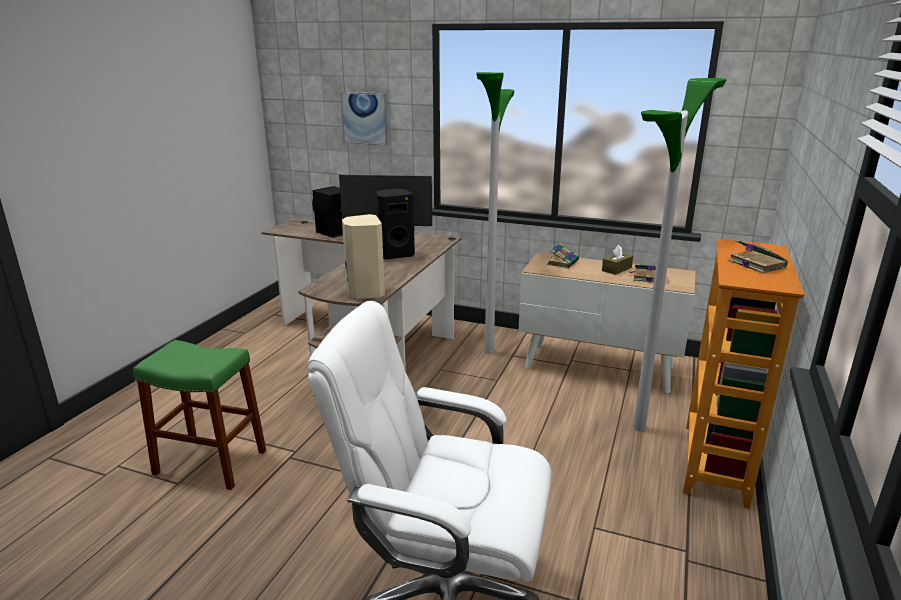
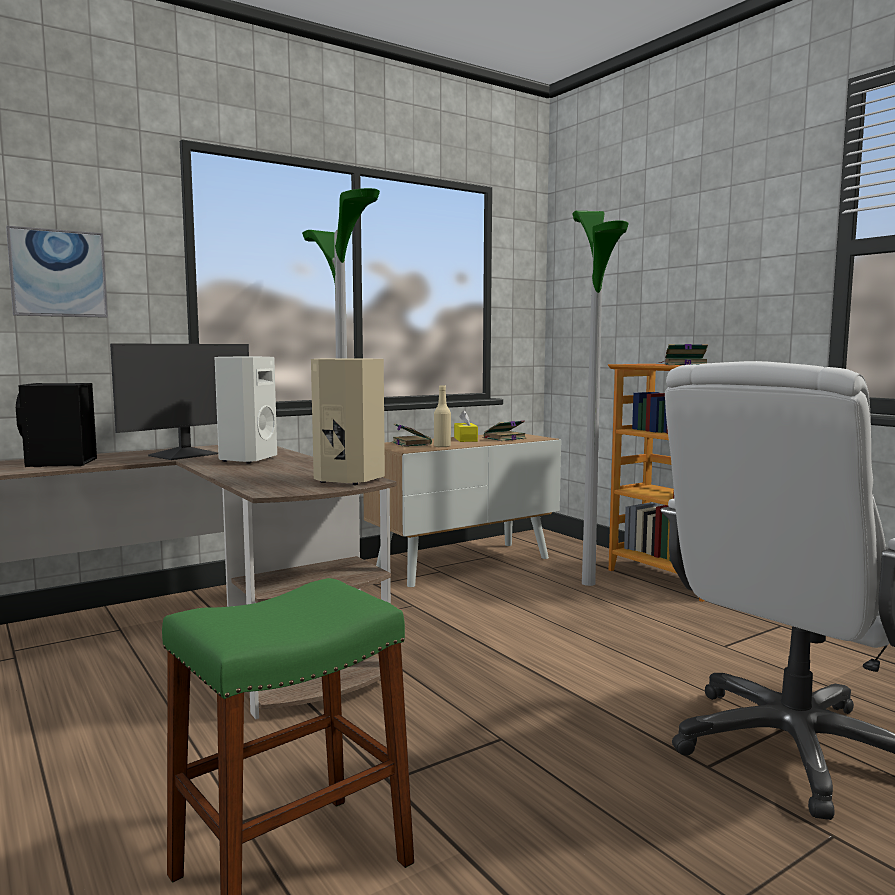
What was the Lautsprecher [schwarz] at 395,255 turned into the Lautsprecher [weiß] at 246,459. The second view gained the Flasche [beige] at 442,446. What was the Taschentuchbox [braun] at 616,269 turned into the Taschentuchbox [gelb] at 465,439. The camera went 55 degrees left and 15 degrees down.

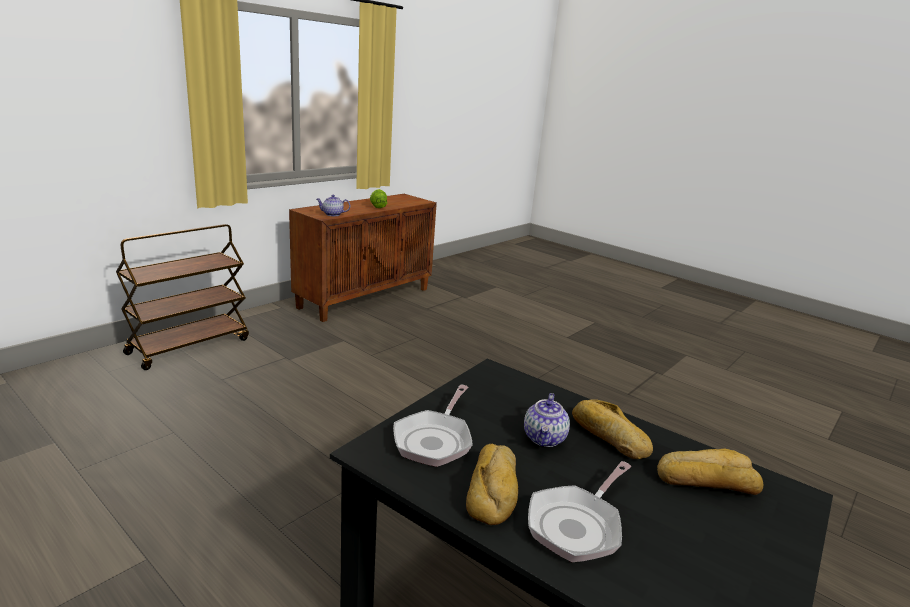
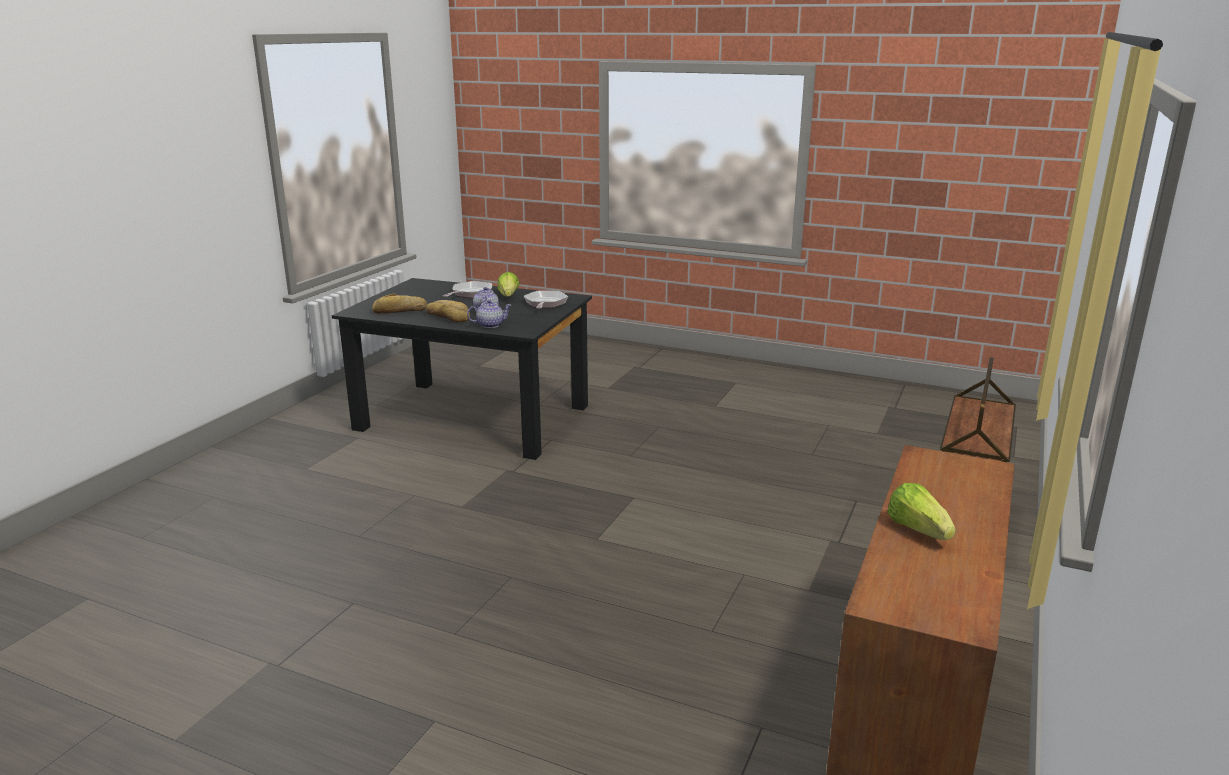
The Teekanne ended up elsewhere, having gone from 332,214 to 490,325. Where the Brot stood at 494,489, the Salatkopf came to stand at 508,296. The camera went 165 degrees right and 0 degrees up.

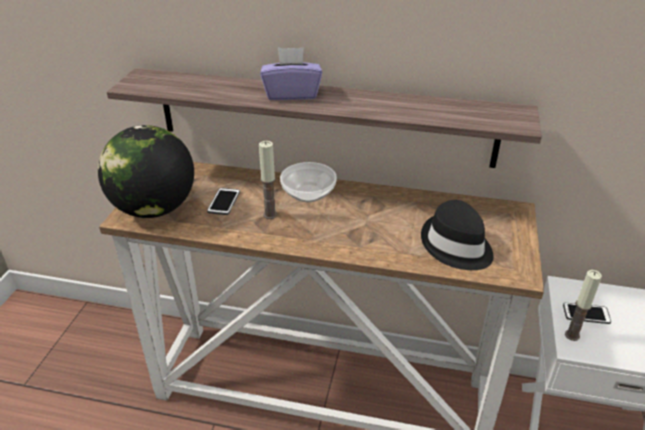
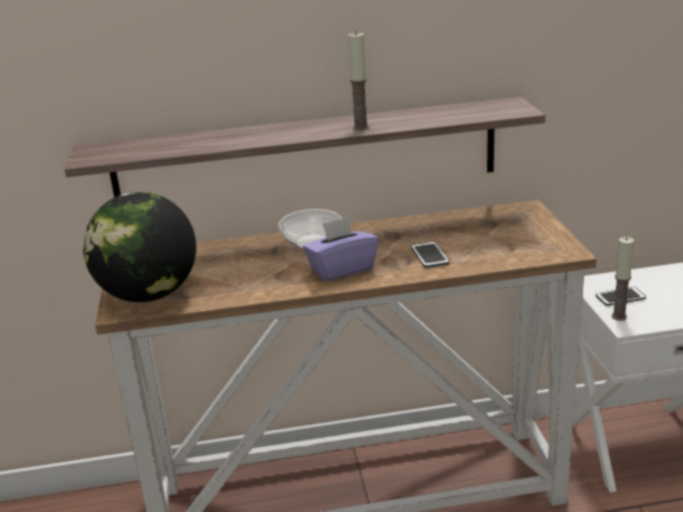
The Taschentuchbox [lila] ended up elsewhere, having gone from 291,94 to 341,269. The Kerze ended up elsewhere, having gone from 270,214 to 360,128. The Handy ended up elsewhere, having gone from 224,202 to 429,255. The second view lost the Hut [schwarz] at 456,246. The camera went 20 degrees left and 10 degrees down.

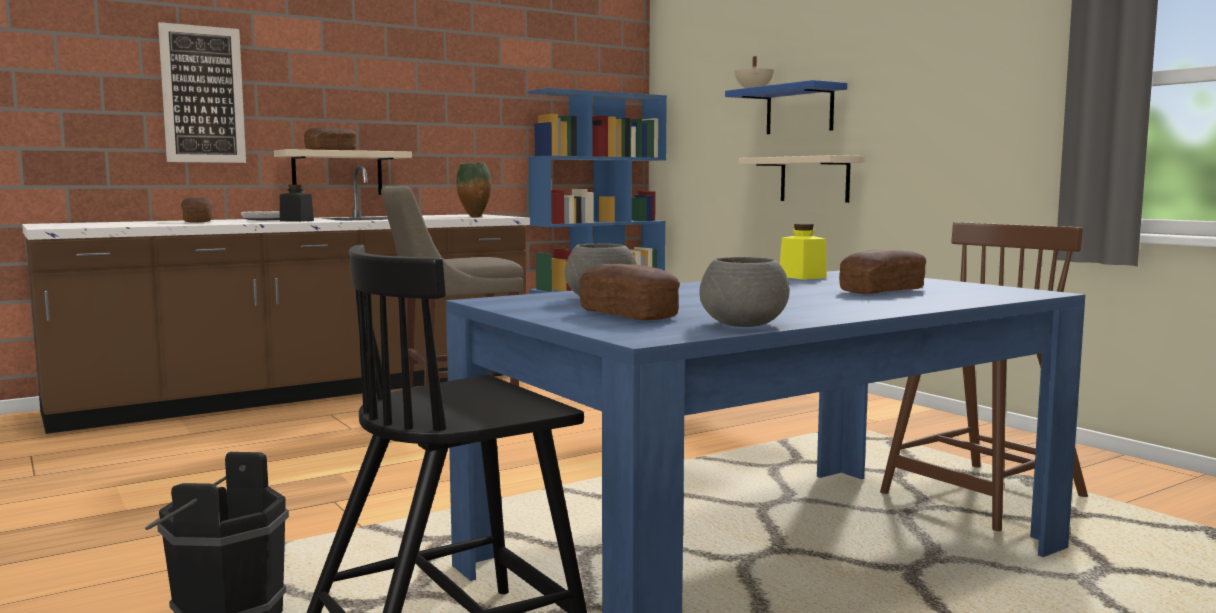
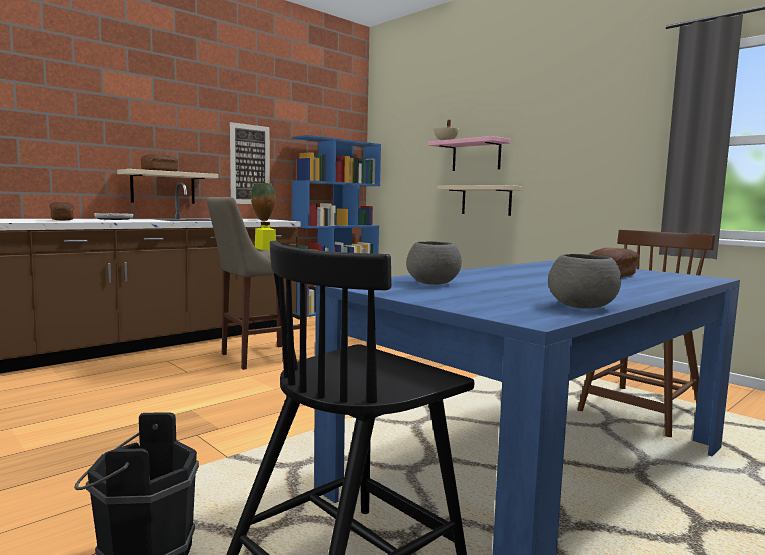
The Bild ended up elsewhere, having gone from 203,94 to 250,164. The Vorratsglas [gelb] ended up elsewhere, having gone from 802,277 to 265,248. What was the Wandregal [blau] at 799,110 turned into the Wandregal [rosa] at 476,155. The second view lost the Vorratsglas [schwarz] at 296,221. The second view lost the Brot at 627,315. The camera went 10 degrees left and 0 degrees up.

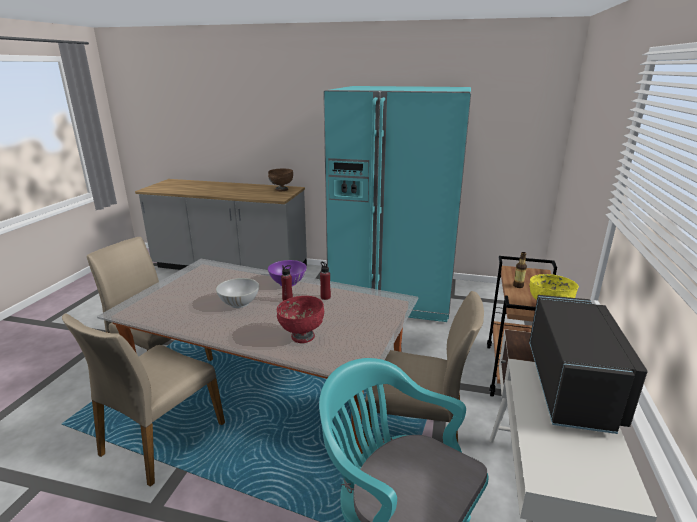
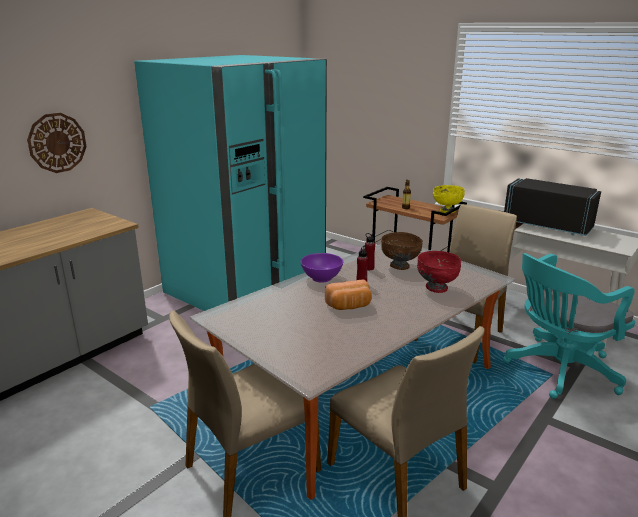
The second view gained the Wanduhr at 57,143. Where the Schüssel [weiß] stood at 239,303, the Brot came to stand at 349,306. The Schüssel [braun] ended up elsewhere, having gone from 281,190 to 400,266. The camera went 65 degrees left and 0 degrees up.

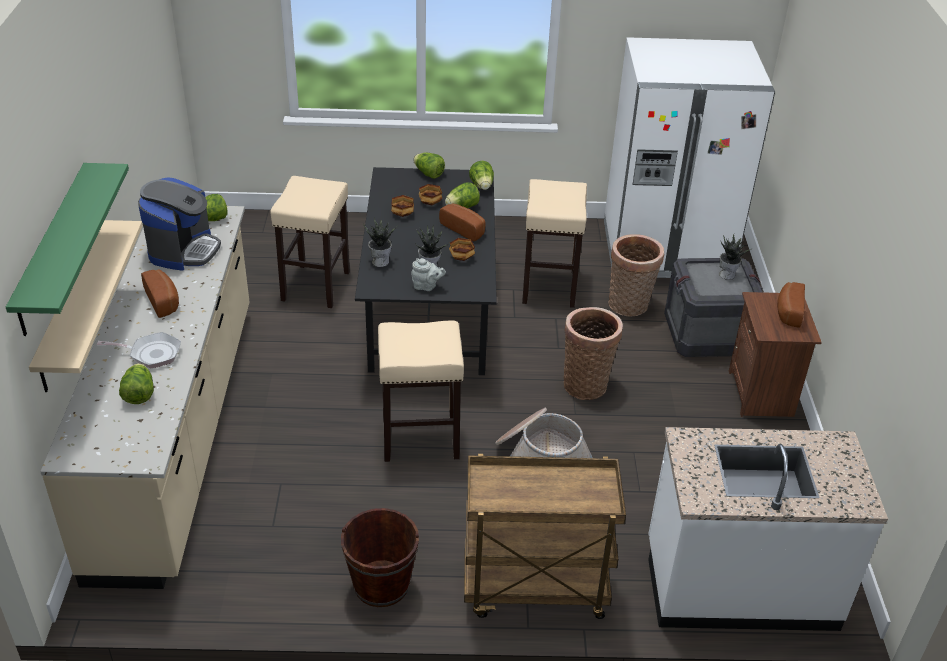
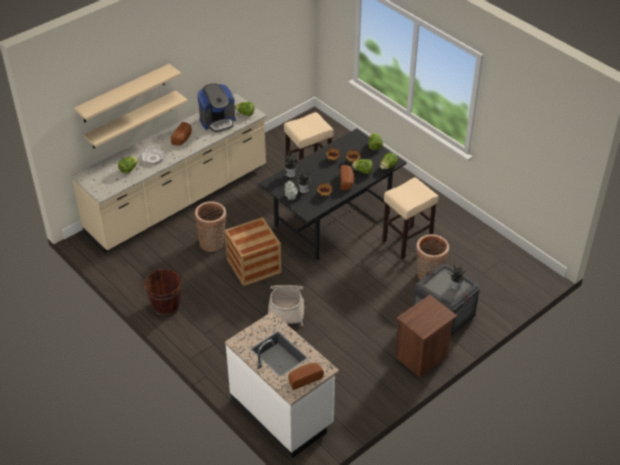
What was the Wandregal [grün] at 52,248 turned into the Wandregal [beige] at 123,93. The Korb ended up elsewhere, having gone from 586,383 to 213,243. Where the Hocker [beige] stood at 419,439, the Kiste came to stand at 253,266. The Brot ended up elsewhere, having gone from 787,312 to 304,379. The second view lost the Rollwagen [braun] at 533,589. The second view lost the Kühlschrank [weiß] at 666,251. The camera went 50 degrees right and 5 degrees up.

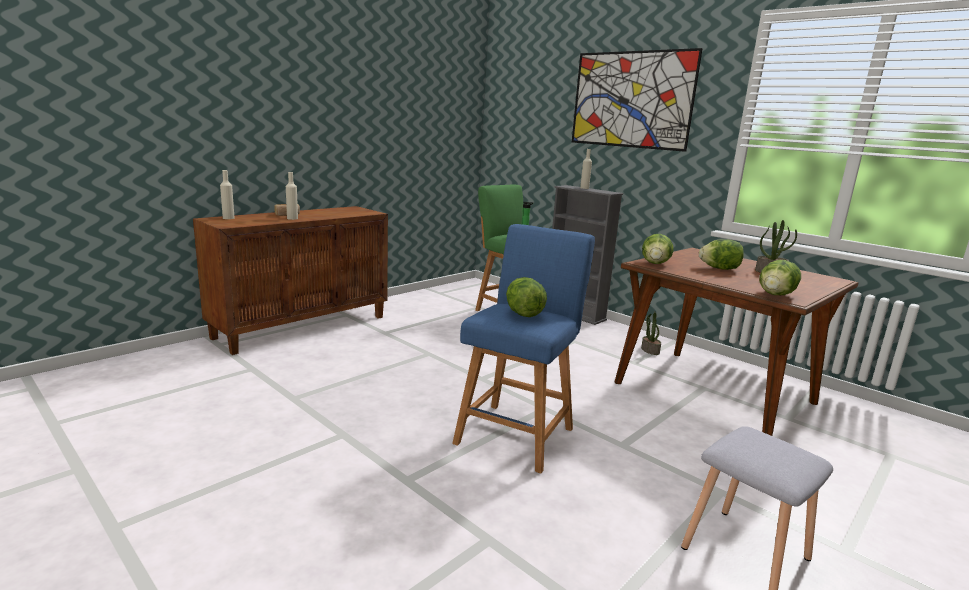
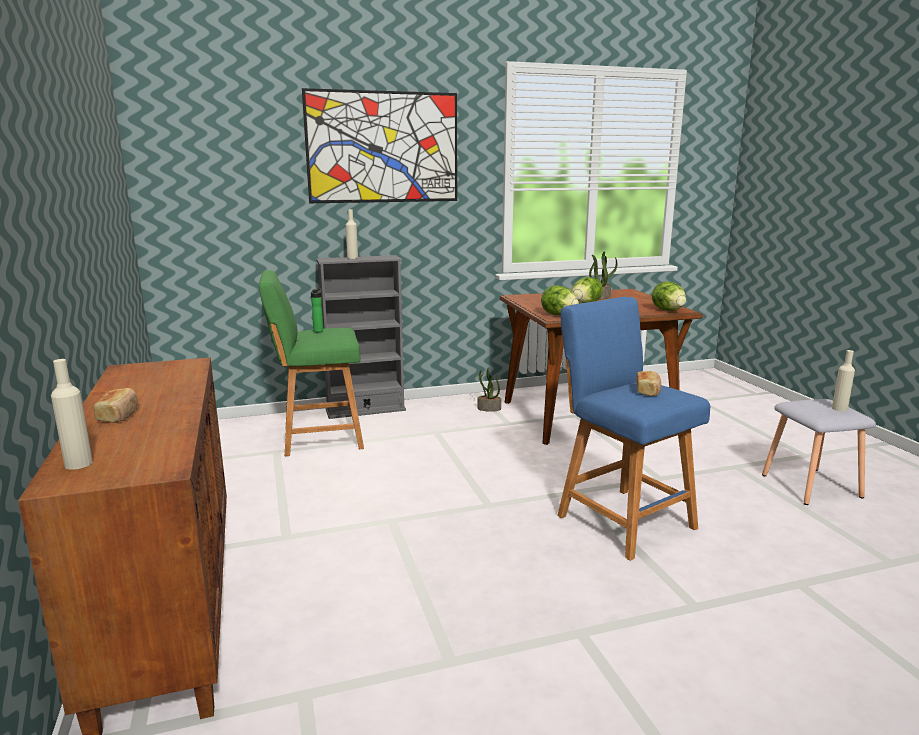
Where the Salatkopf stood at 523,314, the Brot came to stand at 648,391. The Flasche [beige] ended up elsewhere, having gone from 292,218 to 839,409. The camera went 60 degrees left and 0 degrees up.

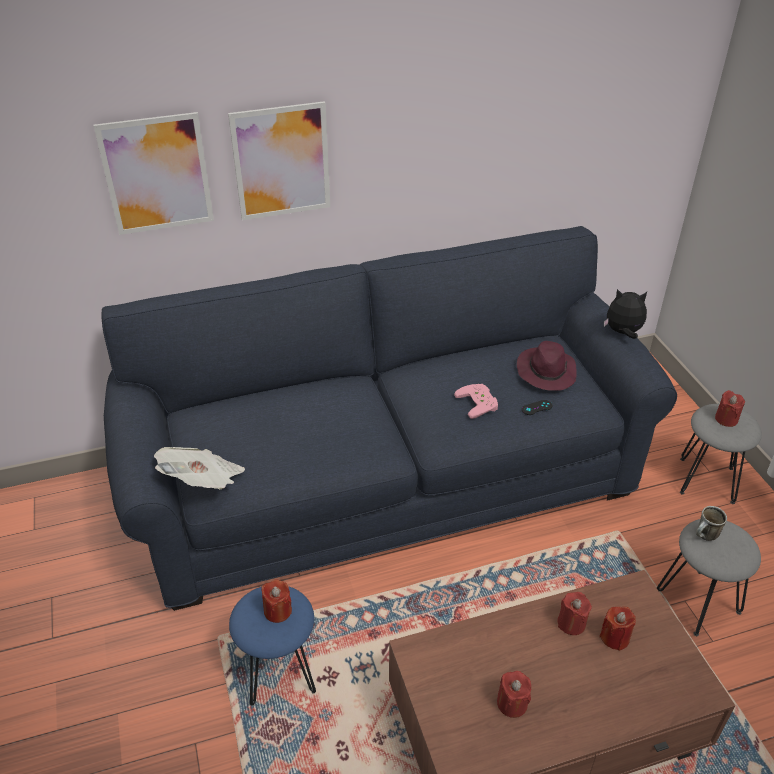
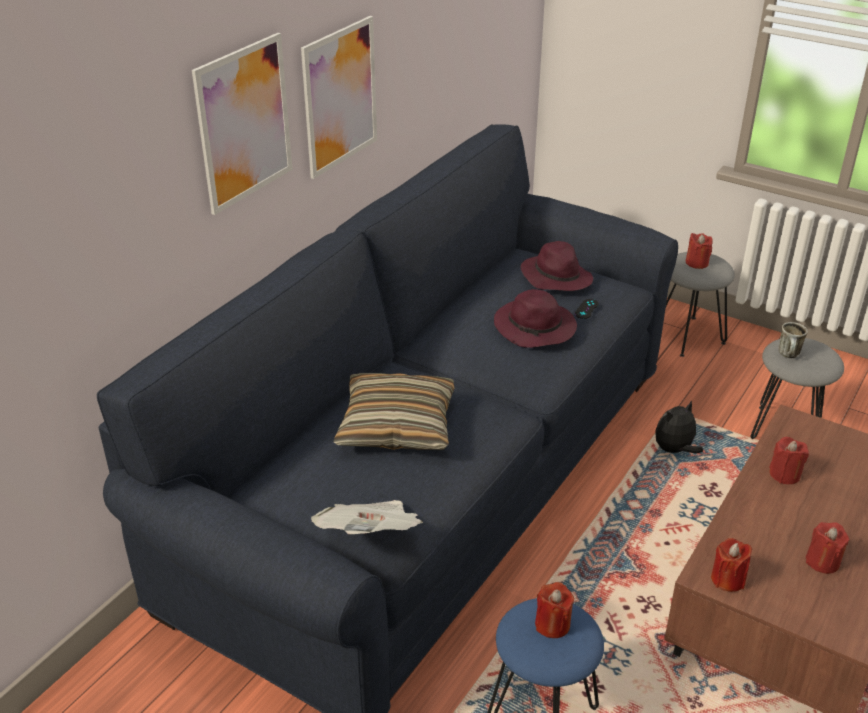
The Bild ended up elsewhere, having gone from 157,174 to 340,96. The second view gained the Kissen at 397,425. Where the Gamepad [rosa] stood at 479,403, the Hut [lila] came to stand at 536,328. The Plüschtier ended up elsewhere, having gone from 622,333 to 674,450. The Kerze [rot] ended up elsewhere, having gone from 614,637 to 728,579. The camera went 40 degrees left and 5 degrees down.

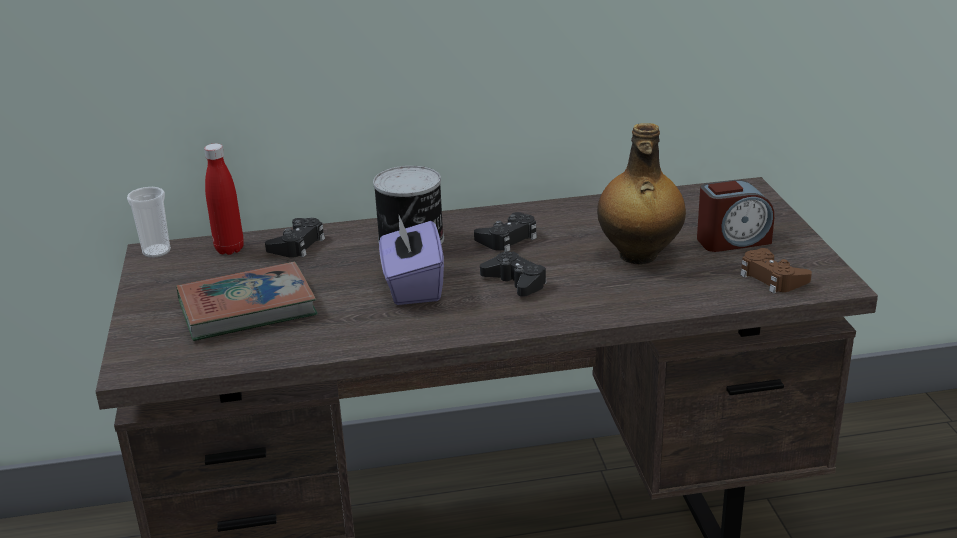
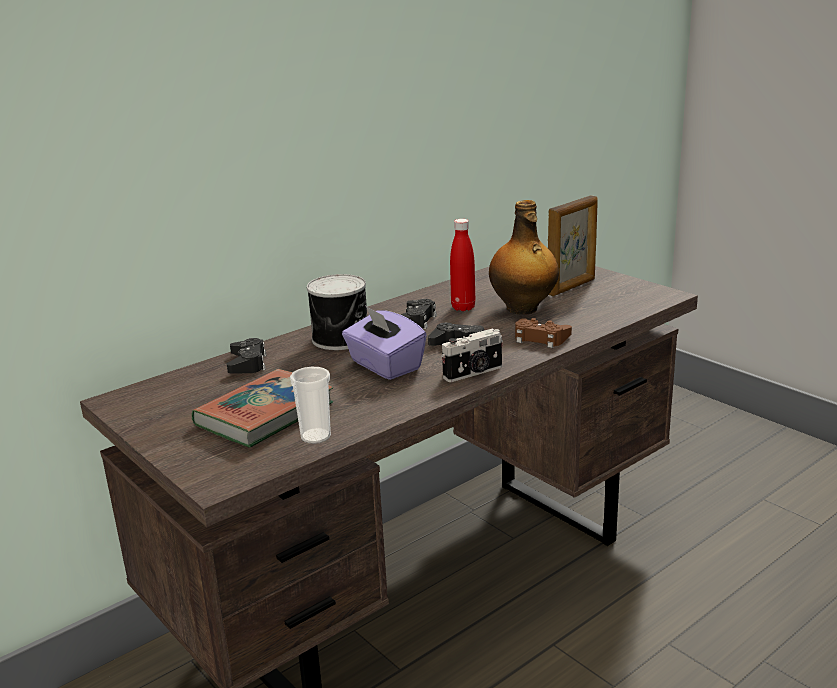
The Tasse ended up elsewhere, having gone from 156,251 to 316,436. The second view gained the Kamera at 474,373. The Flasche [rot] ended up elsewhere, having gone from 229,249 to 463,307. The Gamepad [braun] ended up elsewhere, having gone from 772,278 to 540,338. Where the Wecker stood at 732,240, the Bilderrahmen came to stand at 572,287. The camera went 30 degrees left and 5 degrees down.

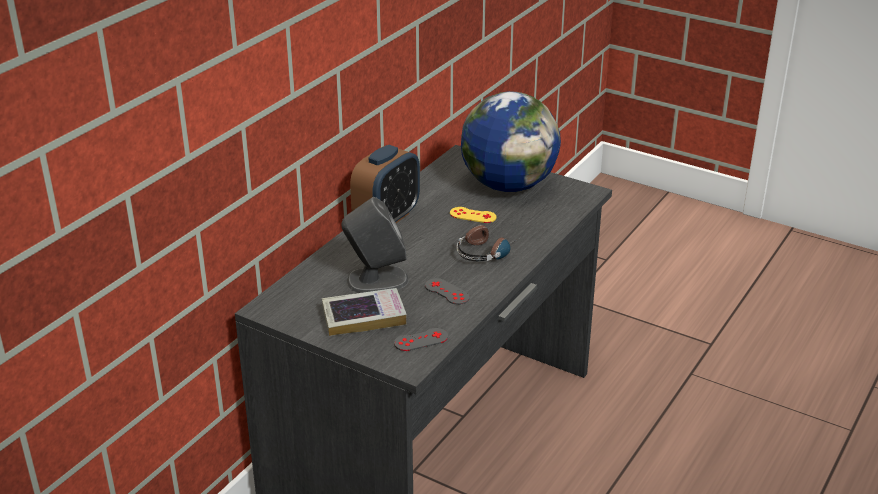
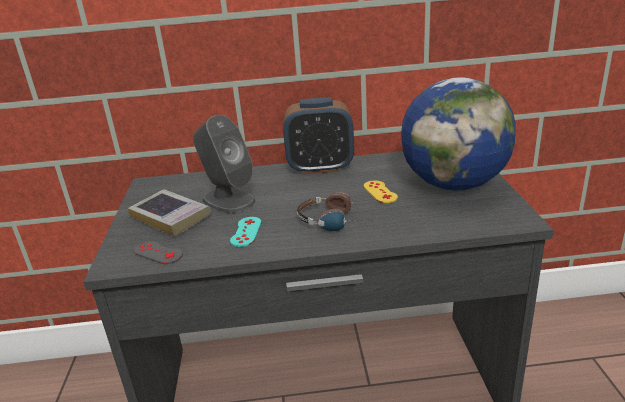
What was the Gamepad [grau] at 447,292 turned into the Gamepad [türkis] at 246,232. The camera went 55 degrees right and 5 degrees down.

